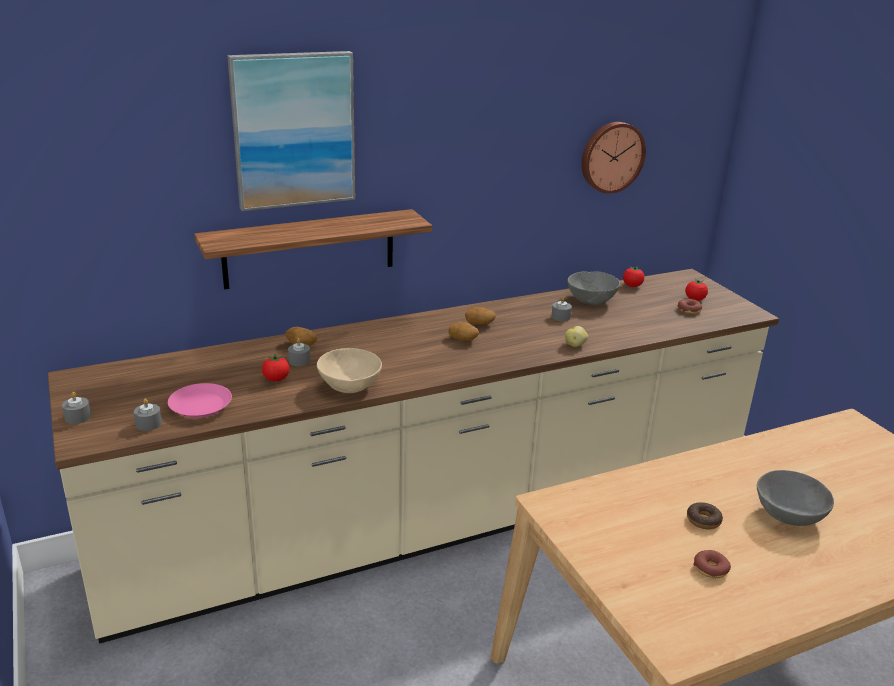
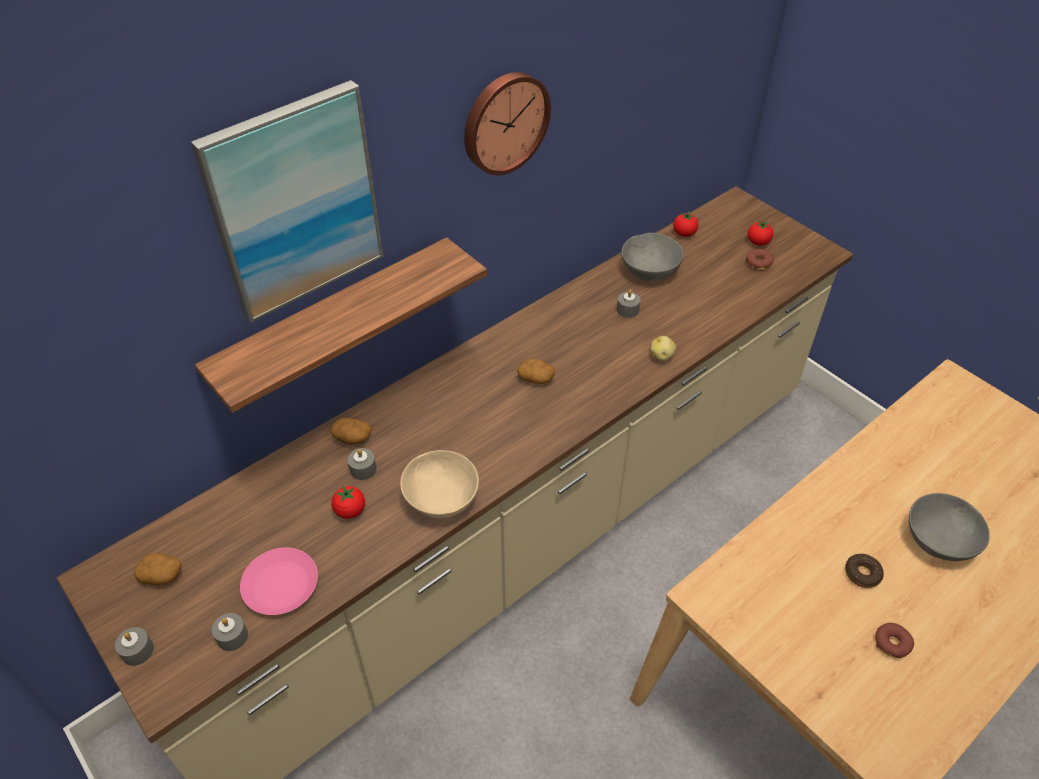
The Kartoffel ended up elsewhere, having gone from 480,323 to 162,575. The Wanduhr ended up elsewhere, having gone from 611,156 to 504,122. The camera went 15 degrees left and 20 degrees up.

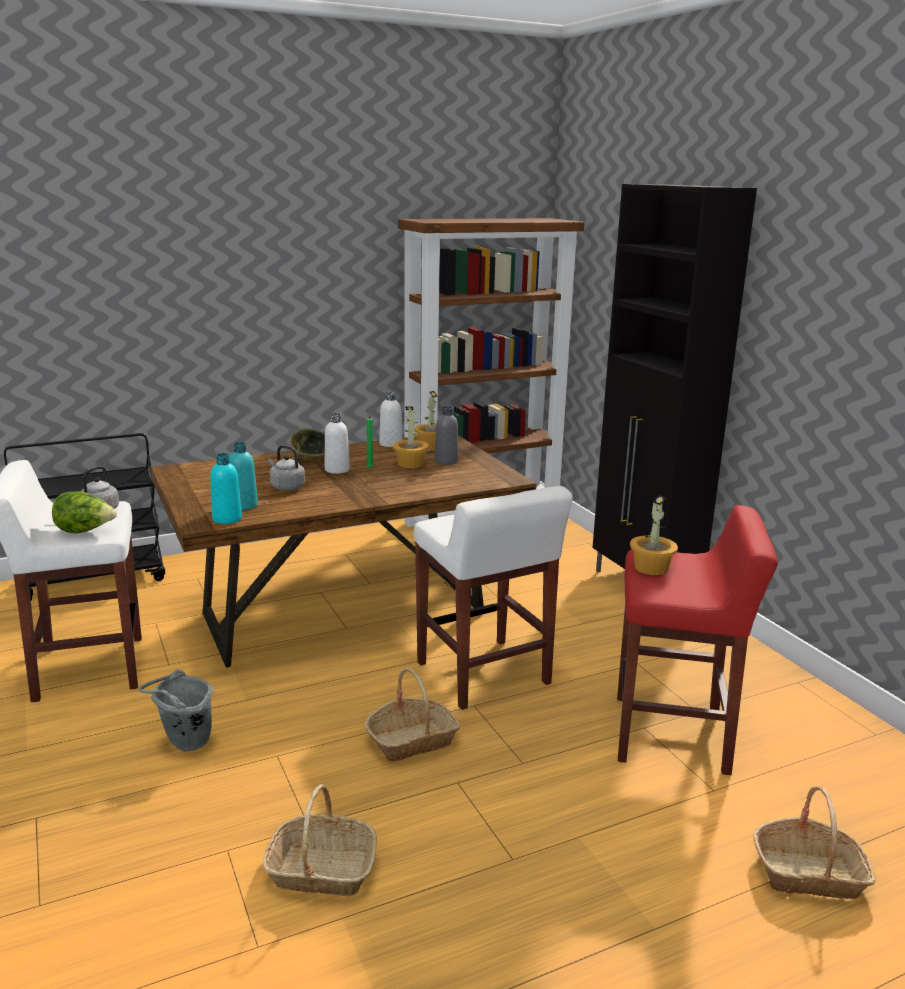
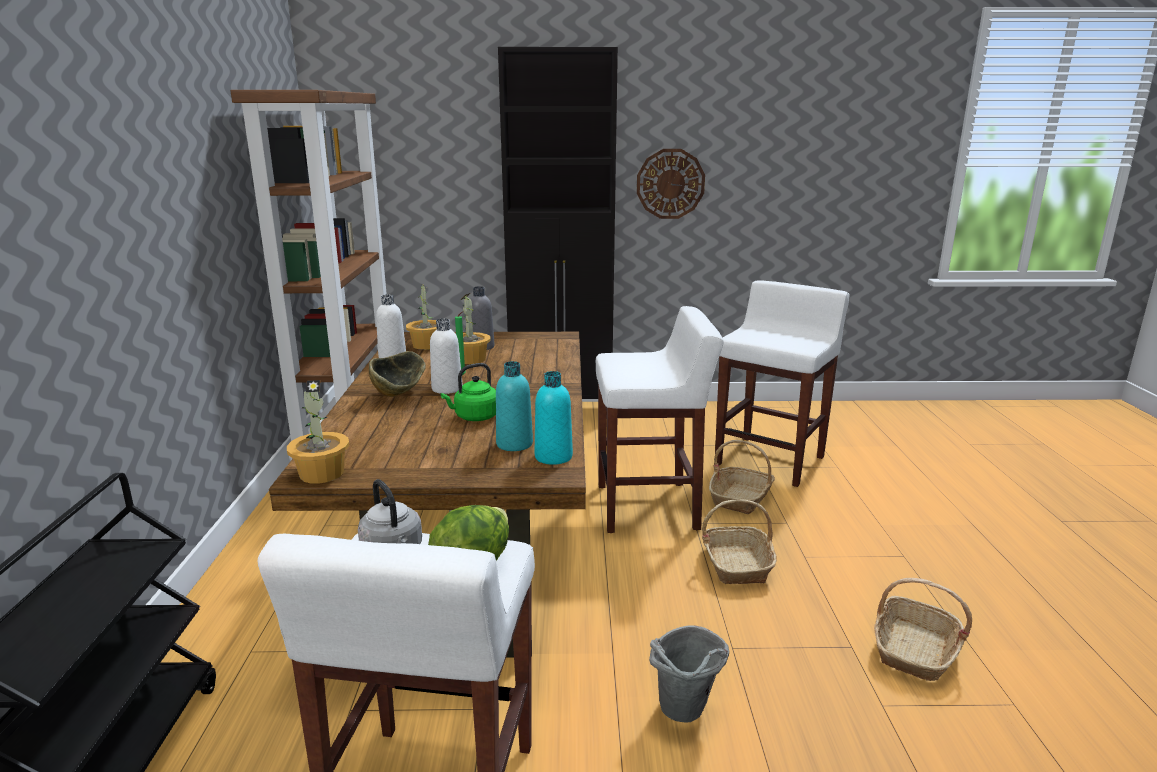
The Topfpflanze ended up elsewhere, having gone from 651,568 to 322,473. What was the Wasserkessel [grau] at 286,487 turned into the Wasserkessel [grün] at 474,417. The second view gained the Wanduhr at 670,184. The Korb ended up elsewhere, having gone from 809,874 to 741,498. What was the Hocker [rot] at 673,734 turned into the Hocker [weiß] at 770,460. The camera went 65 degrees left and 0 degrees up.

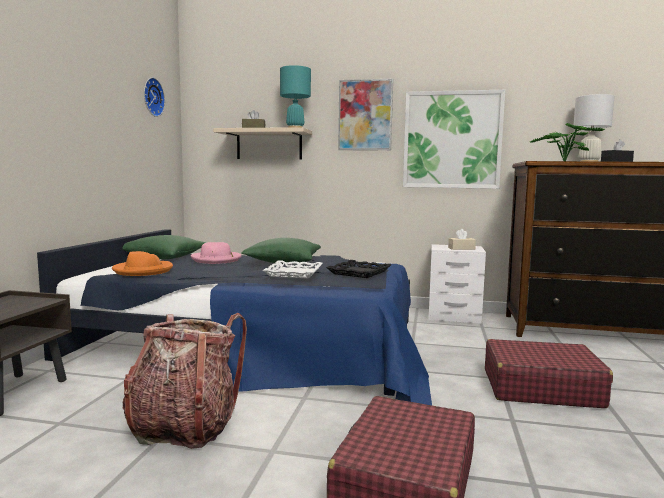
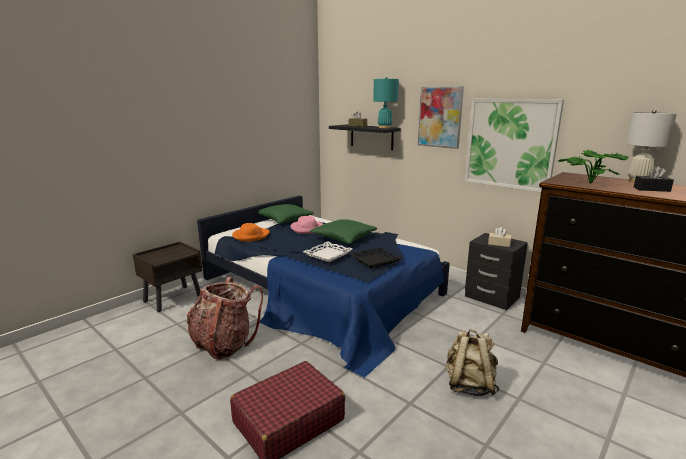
What was the Wandregal [beige] at 269,145 turned into the Wandregal [schwarz] at 371,137. Where the Koffer [rot] stood at 540,388, the Rucksack [beige] came to stand at 469,385. What was the Nachttisch [weiß] at 453,316 turned into the Nachttisch [schwarz] at 491,297. The second view lost the Wanduhr at 151,97. The camera went 30 degrees right and 10 degrees up.

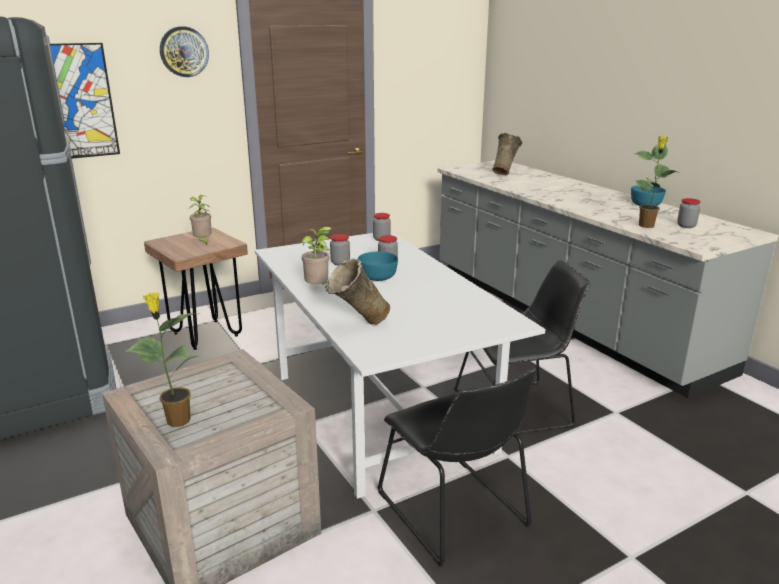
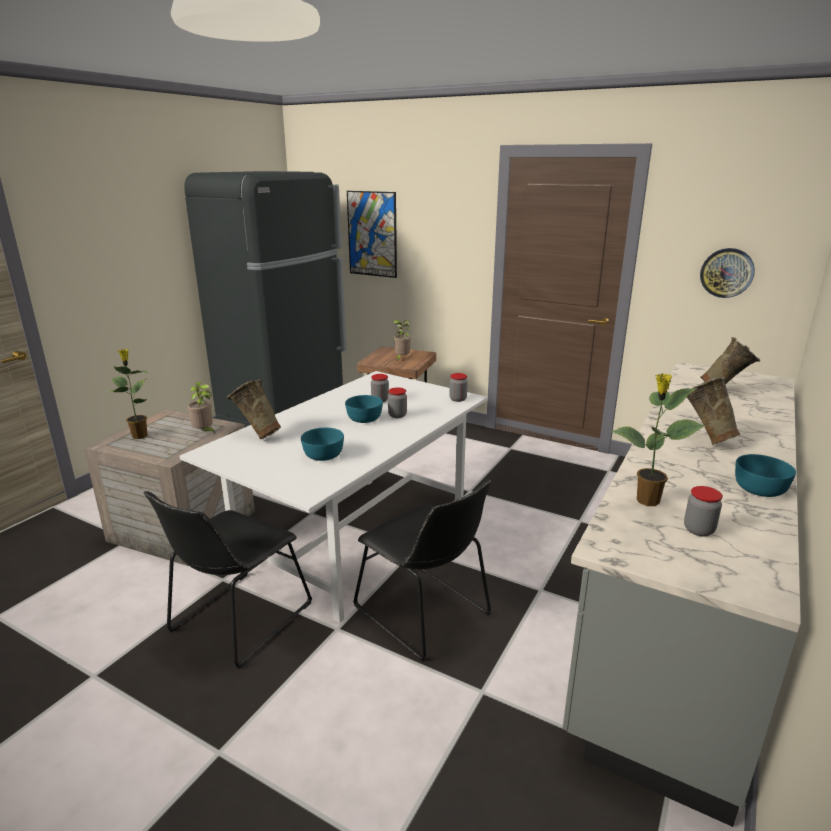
The Topfpflanze ended up elsewhere, having gone from 318,288 to 204,432. The second view gained the Schüssel [türkis] at 324,455. The second view gained the Vase [beige] at 704,439. The Wanduhr ended up elsewhere, having gone from 184,52 to 727,273. The camera went 60 degrees right and 0 degrees up.

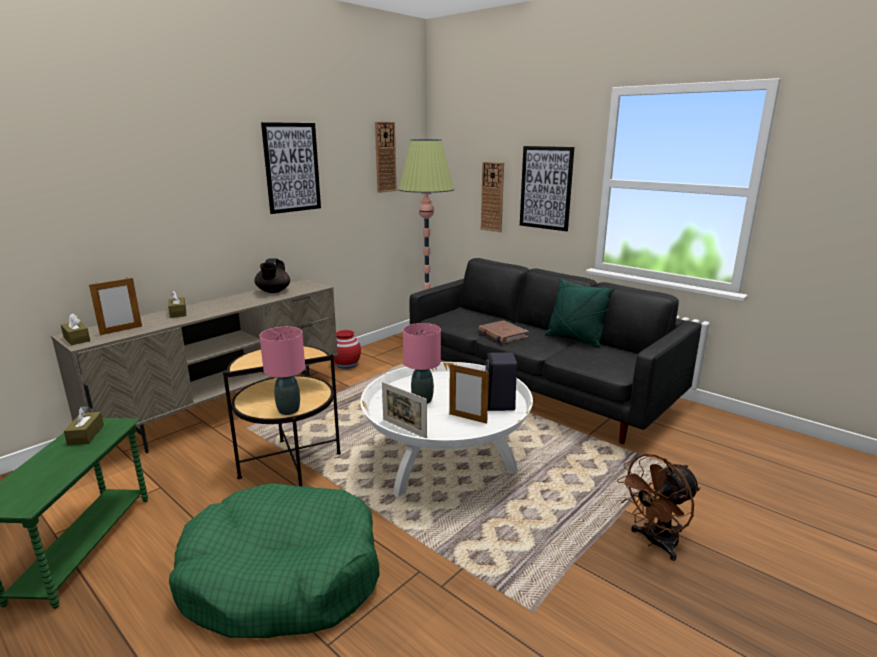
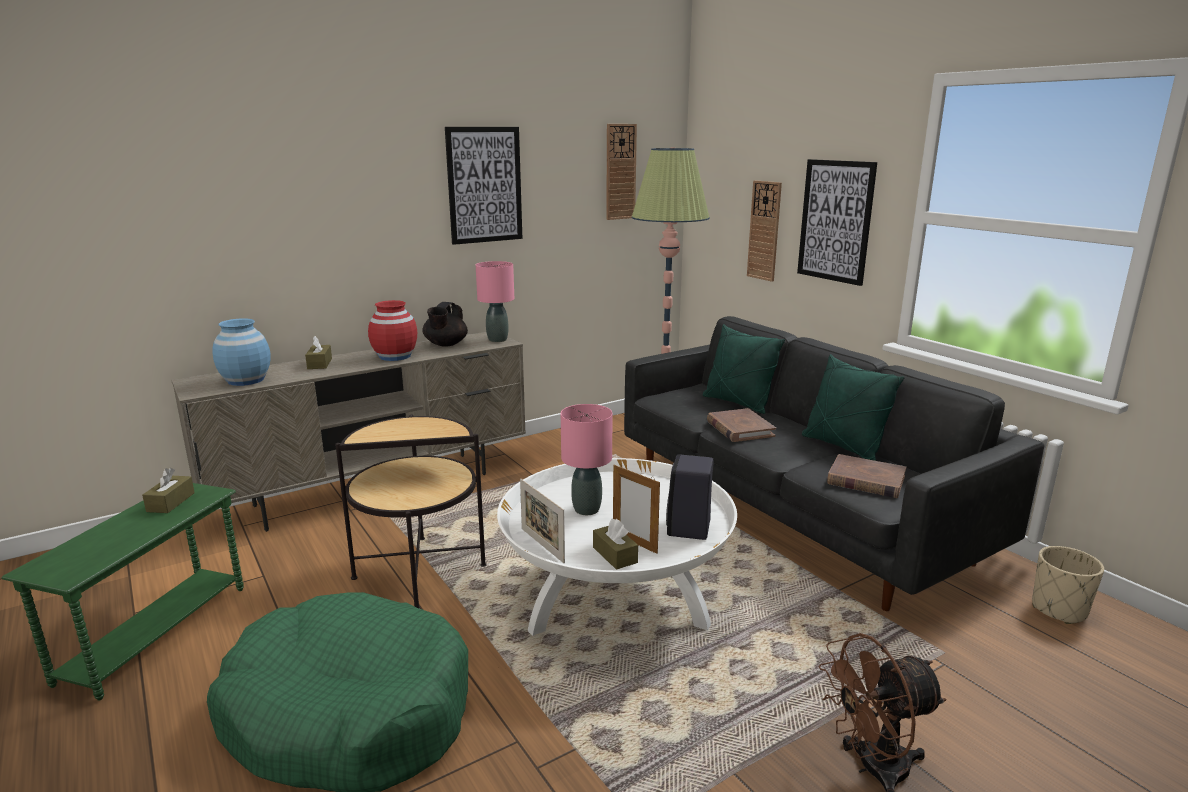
Where the Bilderrahmen stood at 121,330, the Vase [blau] came to stand at 245,380. The Vase [rot] ended up elsewhere, having gone from 346,364 to 395,356. The Tischlampe [rosa] ended up elsewhere, having gone from 289,410 to 498,340. The Taschentuchbox [braun] ended up elsewhere, having gone from 76,339 to 615,555. The second view gained the Kissen [grün] at 738,403. The second view gained the Buch [braun] at 866,480. The second view gained the Pflanzkübel [beige] at 1059,609. The camera went 15 degrees right and 0 degrees up.

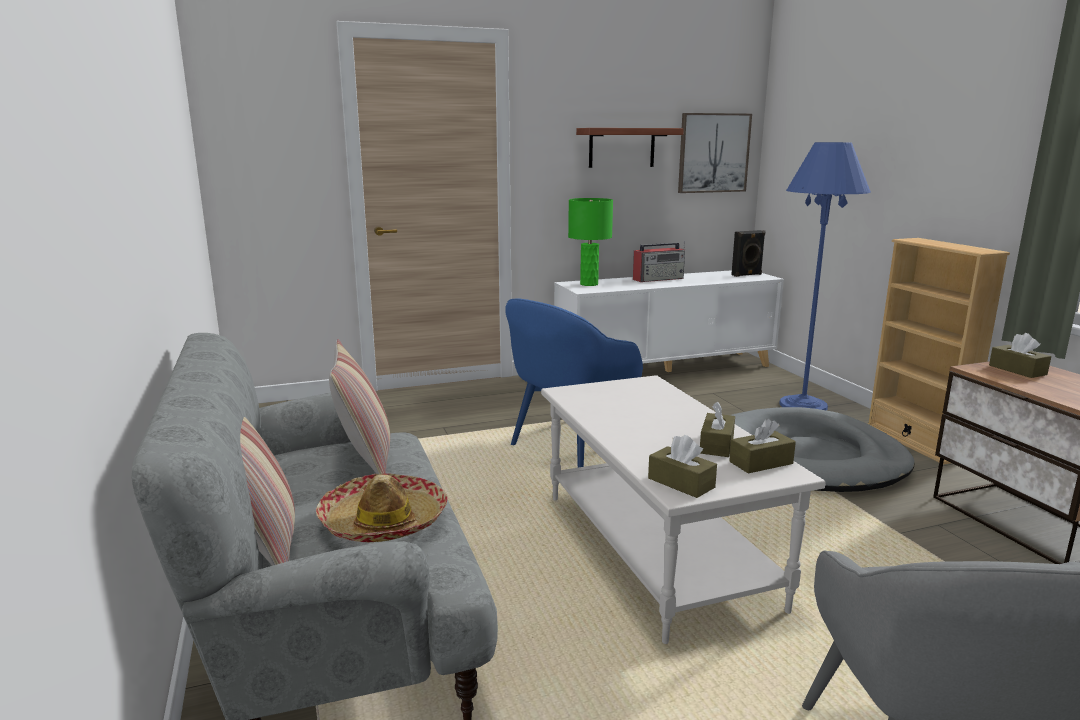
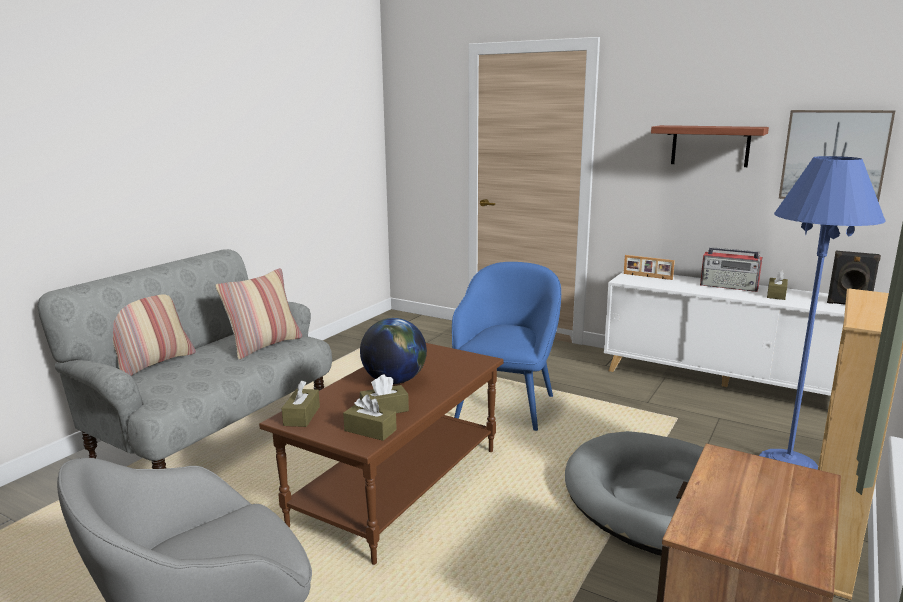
What was the Couchtisch [weiß] at 653,548 turned into the Couchtisch [braun] at 397,485. The second view gained the Globus at 394,381. The Sessel [blau] at 572,445 ended up facing another way, 105 degrees clockwise from before. Where the Tischlampe [grün] stood at 589,284, the Bilderrahmen came to stand at 647,276. The Taschentuchbox [braun] ended up elsewhere, having gone from 1017,370 to 776,295. The second view lost the Hut at 384,521. The camera went 50 degrees right and 0 degrees up.

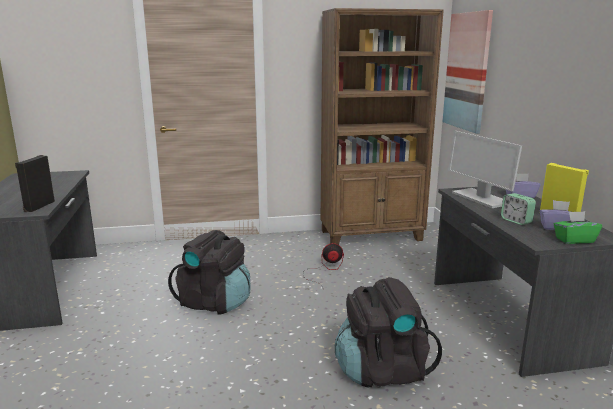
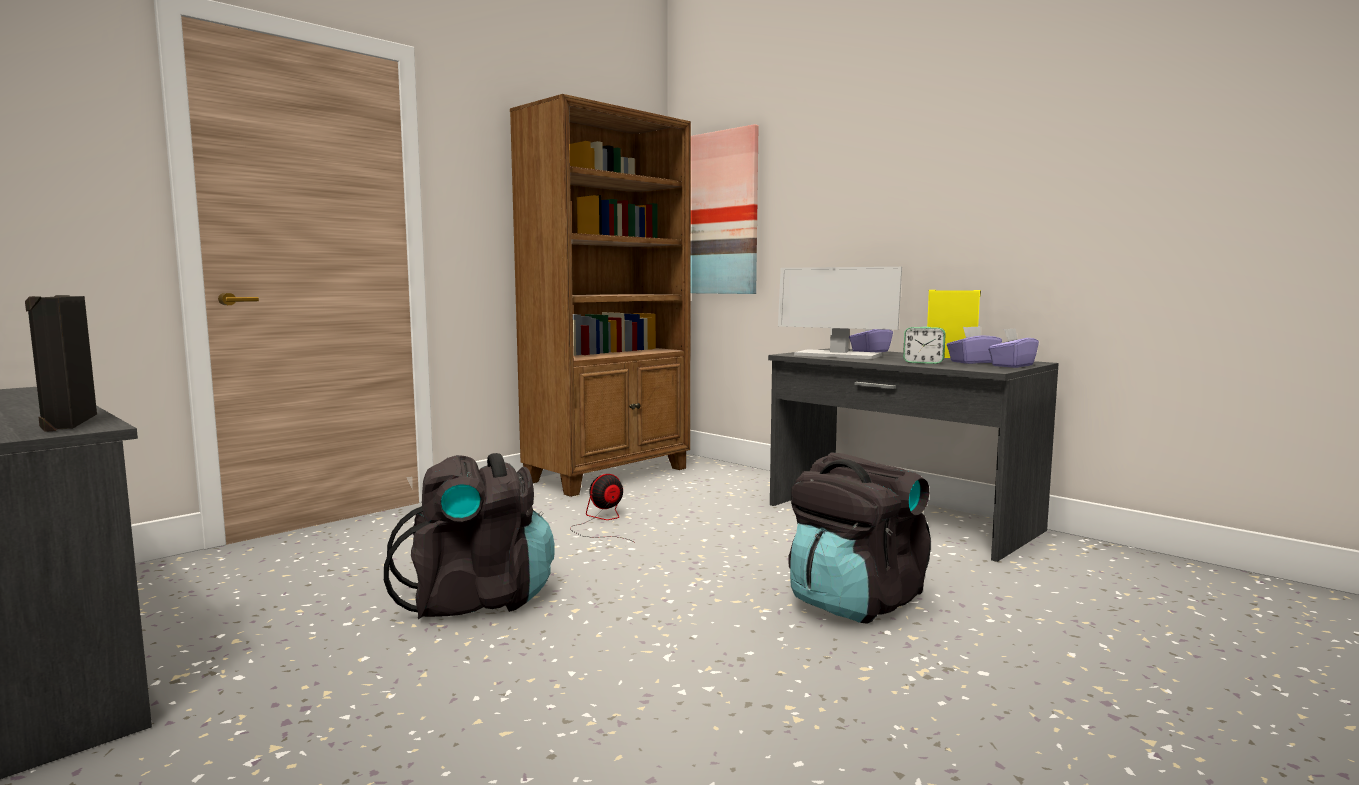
What was the Taschentuchbox [grün] at 574,240 turned into the Taschentuchbox [lila] at 1011,366. The camera went 35 degrees left and 10 degrees down.

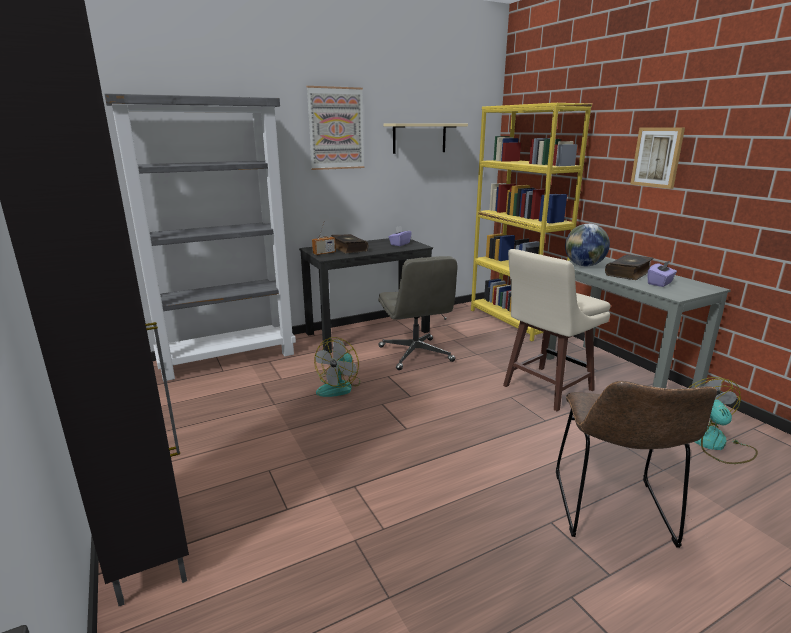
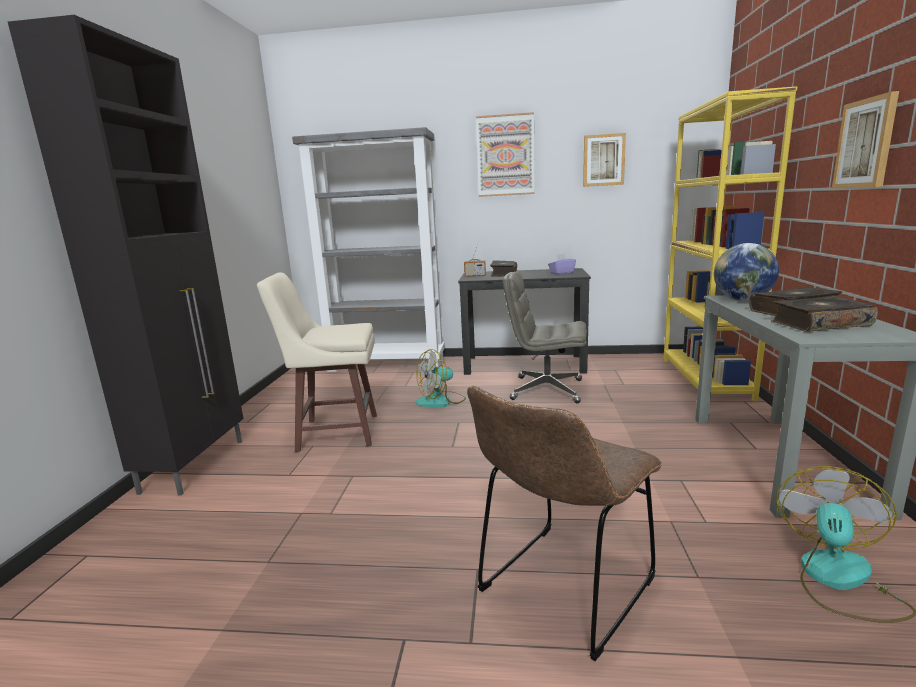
The Hocker [beige] ended up elsewhere, having gone from 545,388 to 335,432. The Bürostuhl [grau] at 416,354 ended up facing another way, 90 degrees clockwise from before. Where the Wandregal [beige] hung at 419,138, the Bild came to hang at 603,160. Where the Taschentuchbox [lila] stood at 660,283, the Buch came to stand at 819,324. The camera went 35 degrees right and 5 degrees down.

